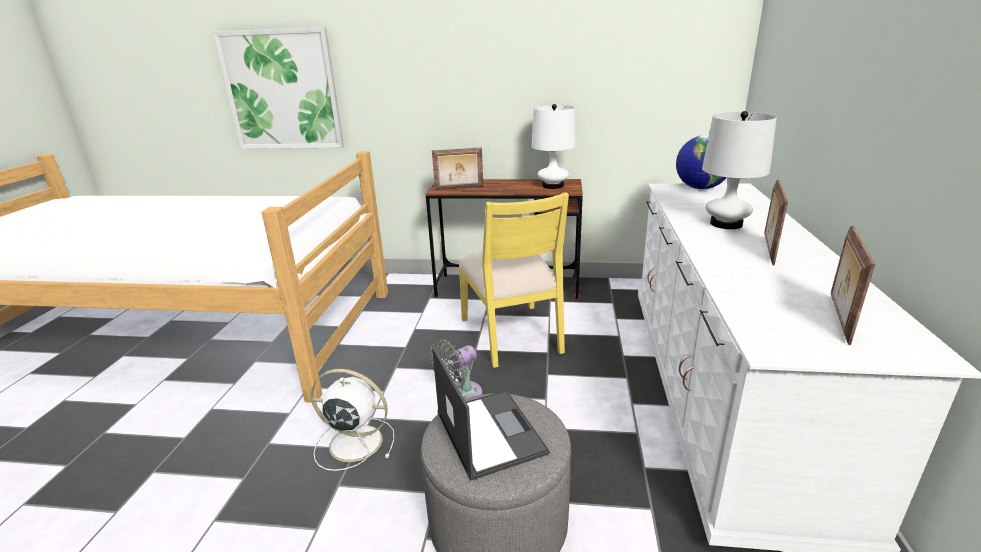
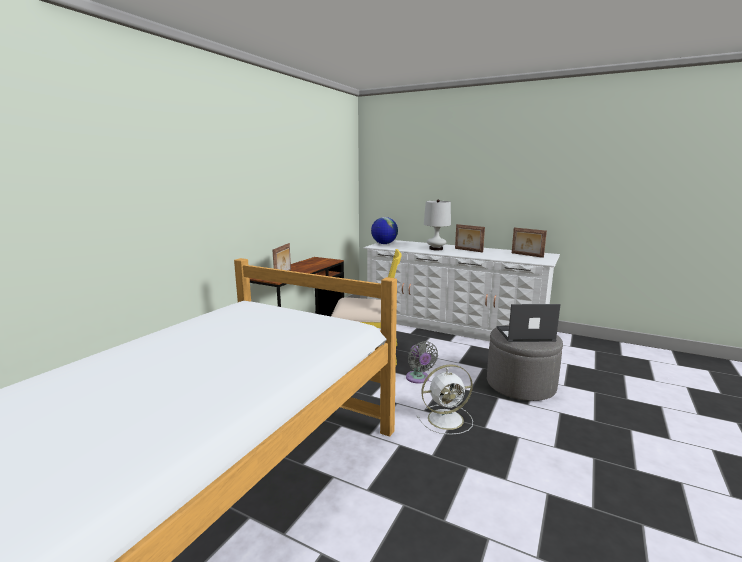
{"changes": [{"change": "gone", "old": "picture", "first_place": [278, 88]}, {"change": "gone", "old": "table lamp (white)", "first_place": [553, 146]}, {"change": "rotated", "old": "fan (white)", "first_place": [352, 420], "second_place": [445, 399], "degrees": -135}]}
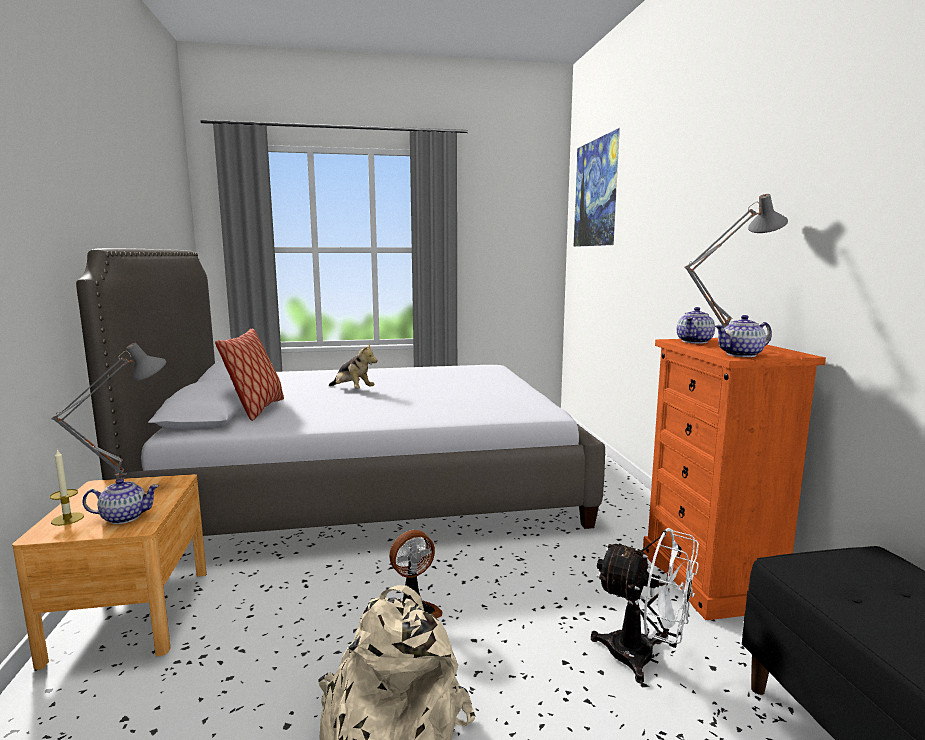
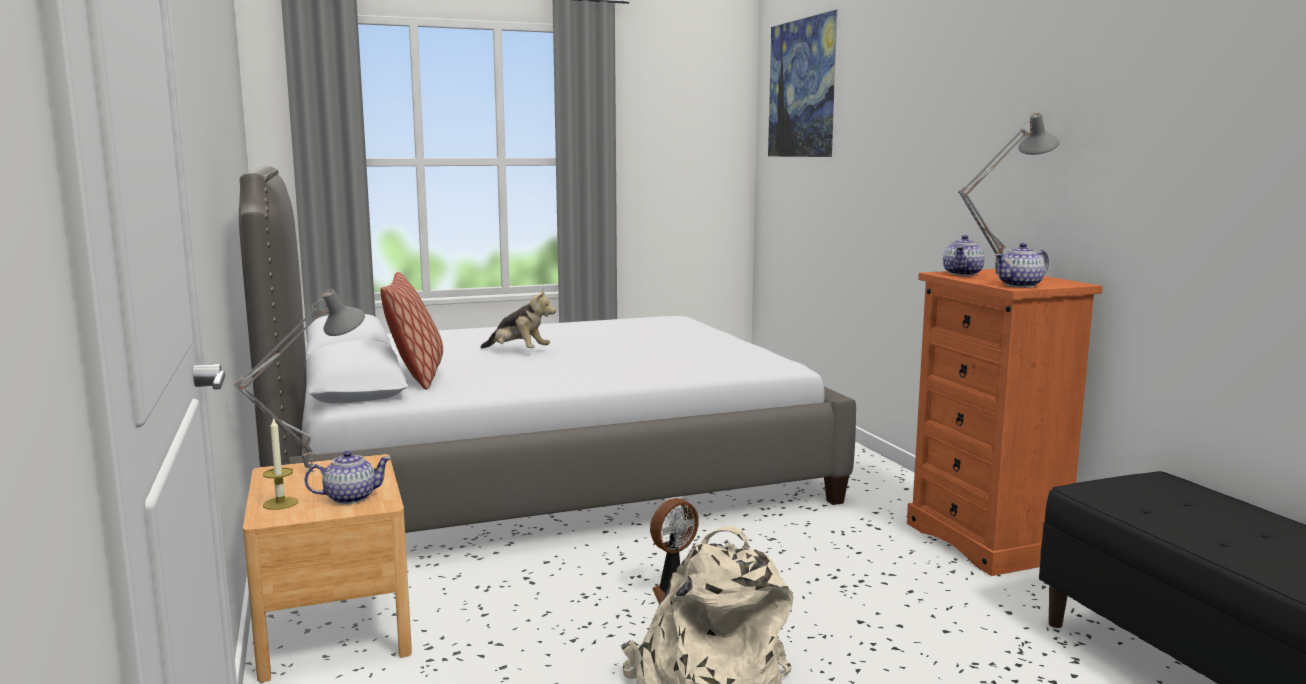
{"changes": [{"change": "gone", "old": "fan (white)", "first_place": [645, 605]}]}
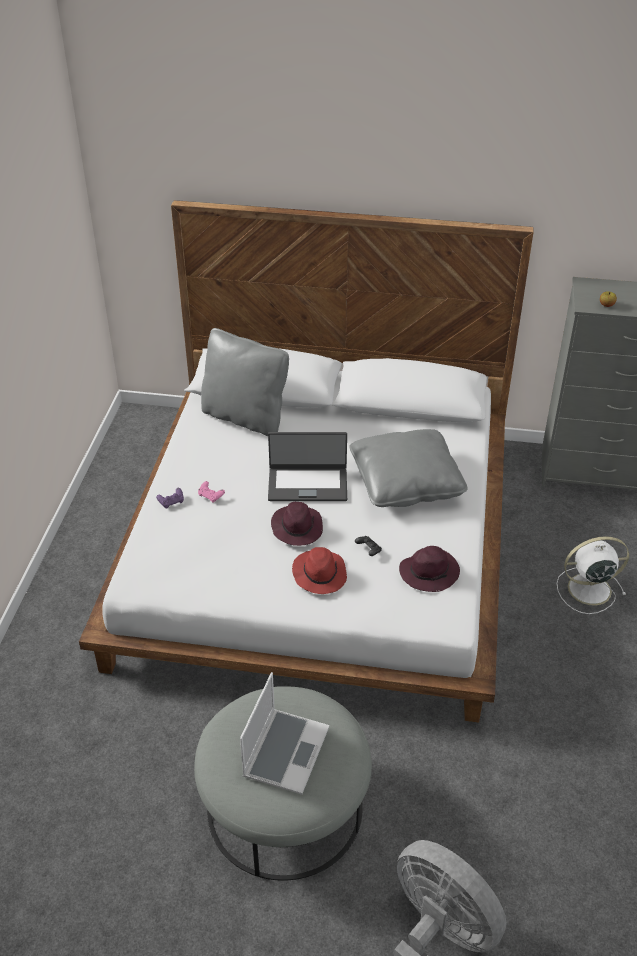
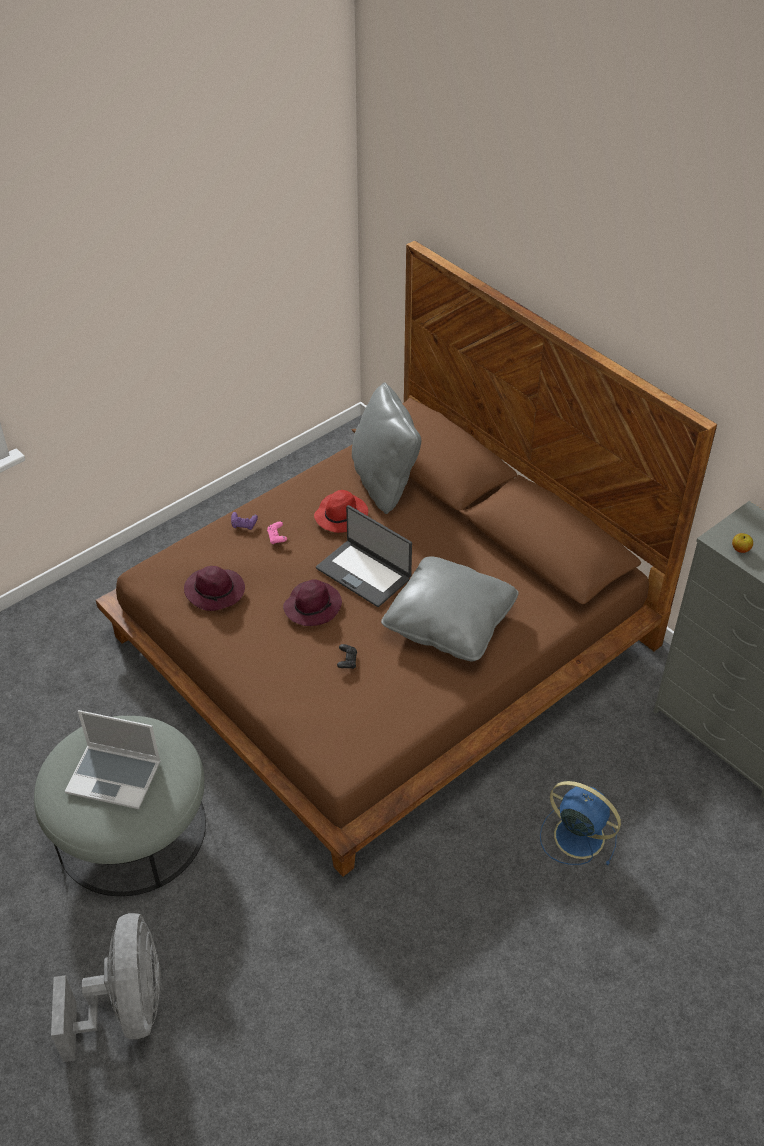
{"changes": [{"change": "shifted", "old": "hat (red)", "first_place": [319, 570], "second_place": [341, 511]}, {"change": "shifted", "old": "hat (purple)", "first_place": [429, 569], "second_place": [214, 588]}, {"change": "repainted", "old": "bed (white)", "new": "bed (brown)", "first_place": [306, 461], "second_place": [406, 558]}, {"change": "repainted", "old": "fan (white)", "new": "fan (blue)", "first_place": [592, 575], "second_place": [580, 823]}, {"change": "rotated", "old": "laptop", "first_place": [284, 733], "second_place": [113, 759], "degrees": 45}]}
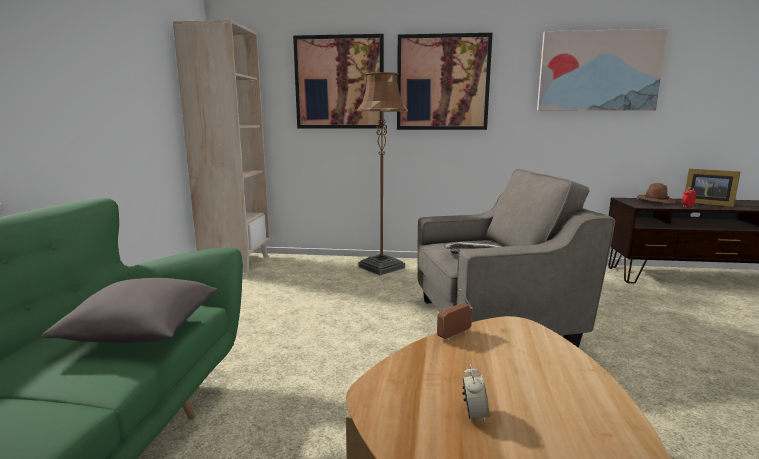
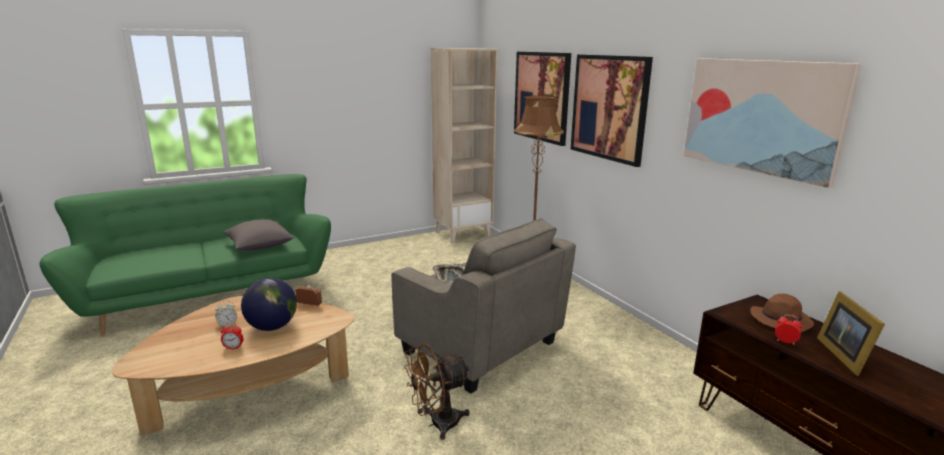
{"changes": [{"change": "new", "new": "alarm clock", "second_place": [232, 336]}, {"change": "new", "new": "globe", "second_place": [269, 304]}, {"change": "new", "new": "fan (brown)", "second_place": [437, 391]}]}
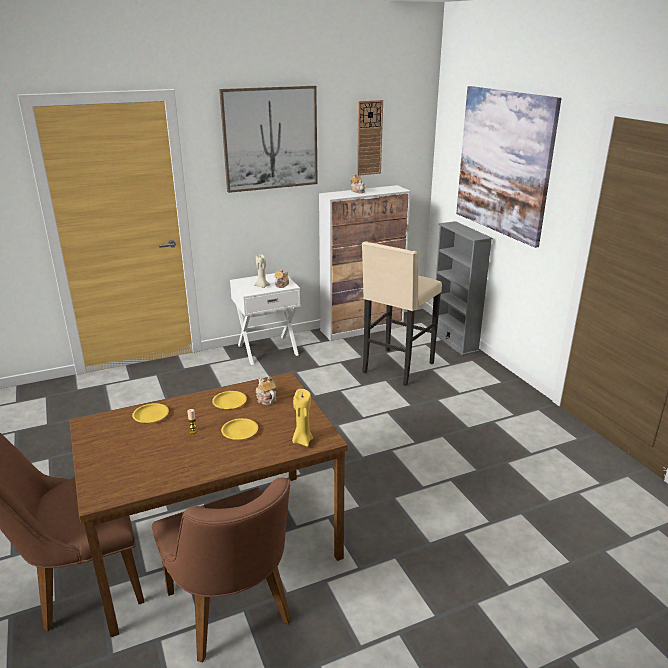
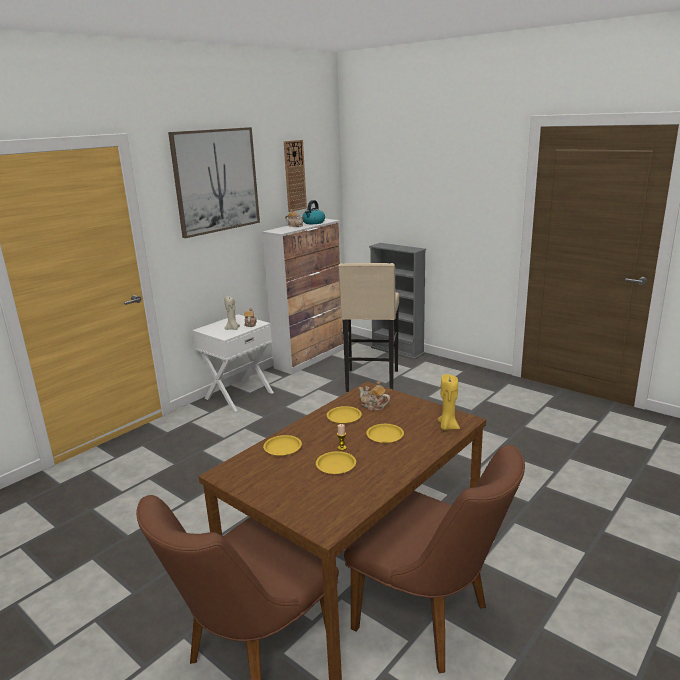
{"changes": [{"change": "gone", "old": "picture", "first_place": [509, 167]}, {"change": "new", "new": "kettle", "second_place": [313, 212]}, {"change": "new", "new": "plate (yellow)", "second_place": [336, 462]}]}
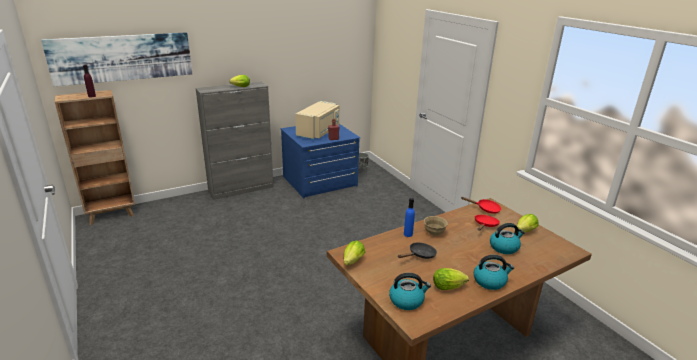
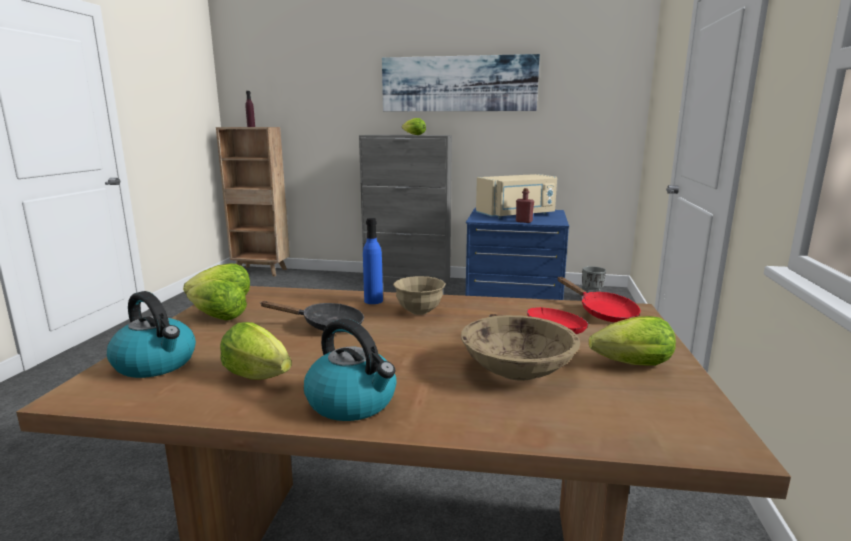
{"changes": [{"change": "new", "new": "lettuce", "second_place": [217, 299]}, {"change": "shifted", "old": "picture", "first_place": [116, 59], "second_place": [461, 82]}, {"change": "swapped", "old": "kettle", "new": "bowl (beige)", "first_place": [507, 238], "second_place": [520, 348]}]}
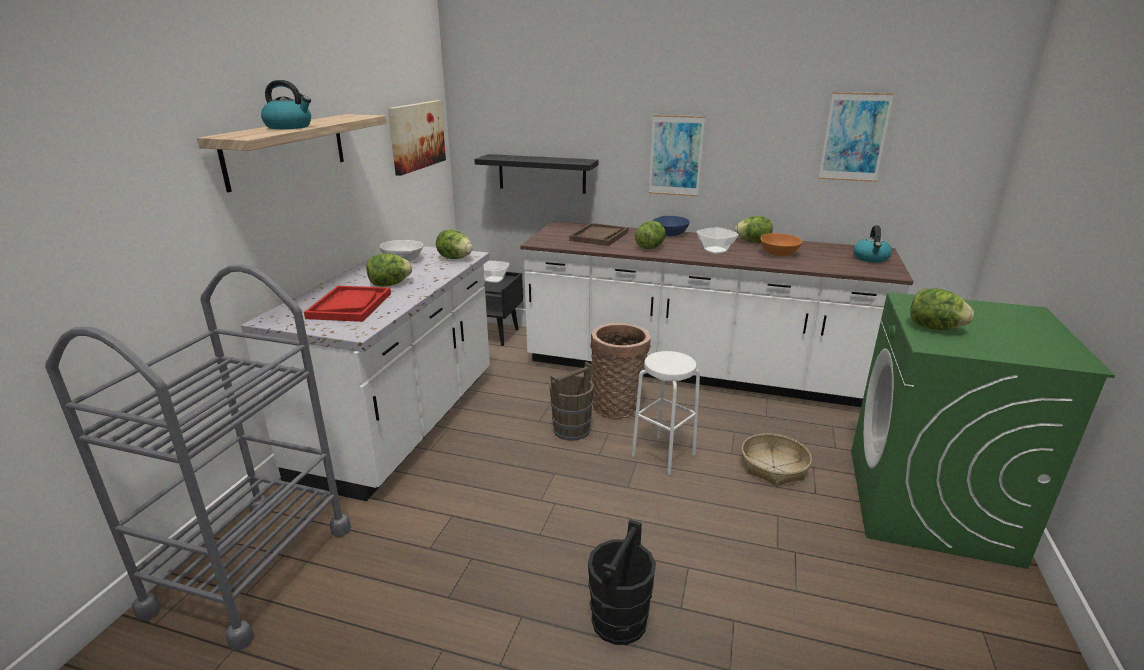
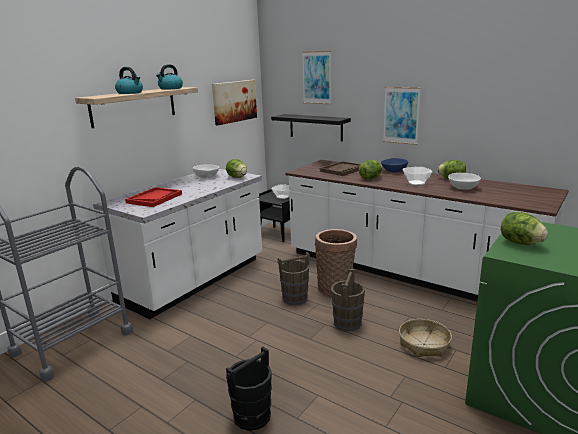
{"changes": [{"change": "gone", "old": "lettuce", "first_place": [389, 270]}, {"change": "shifted", "old": "picture", "first_place": [856, 137], "second_place": [316, 77]}, {"change": "shifted", "old": "kettle", "first_place": [872, 244], "second_place": [169, 77]}, {"change": "swapped", "old": "stool (white)", "new": "bucket (brown)", "first_place": [666, 413], "second_place": [348, 300]}, {"change": "repainted", "old": "bowl (orange)", "new": "bowl (white)", "first_place": [781, 244], "second_place": [464, 181]}]}
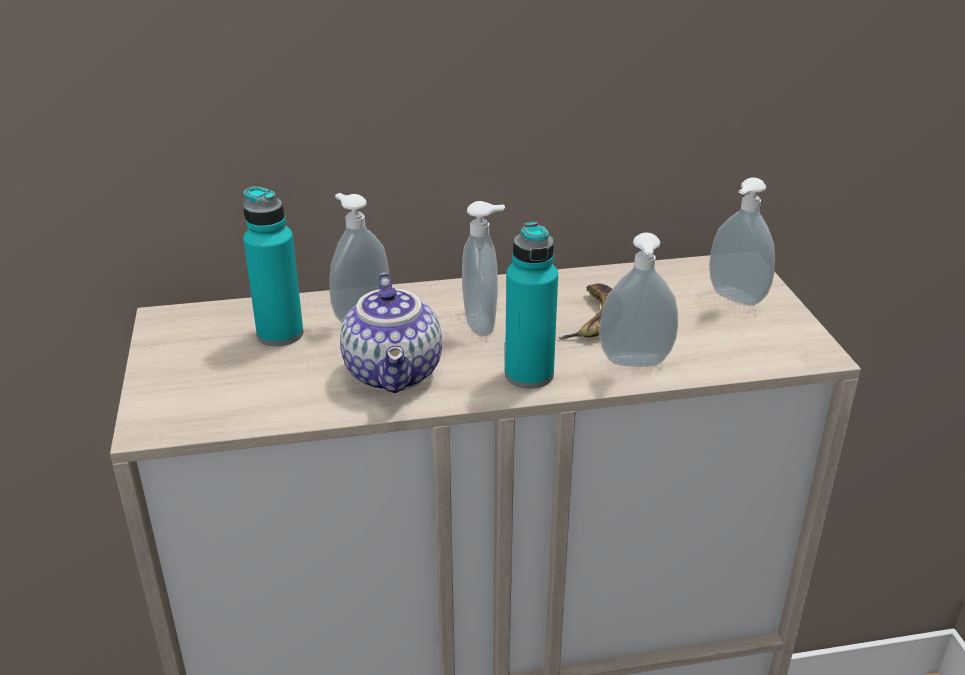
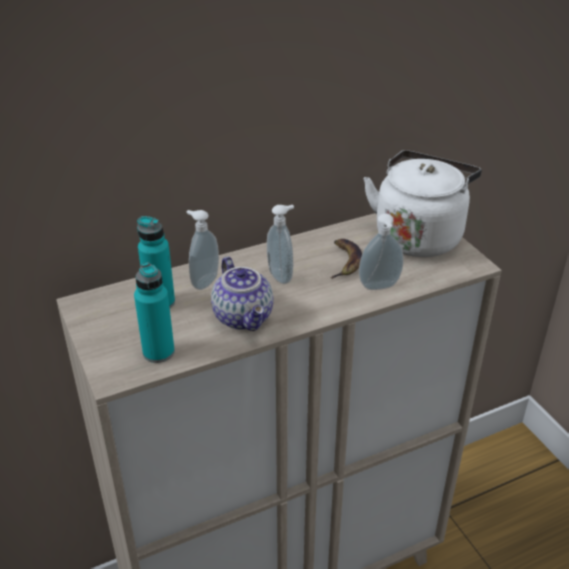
{"changes": [{"change": "shifted", "old": "bottle (turquoise)", "first_place": [531, 305], "second_place": [154, 312]}, {"change": "swapped", "old": "soap dispenser", "new": "kettle (white)", "first_place": [742, 242], "second_place": [422, 203]}]}
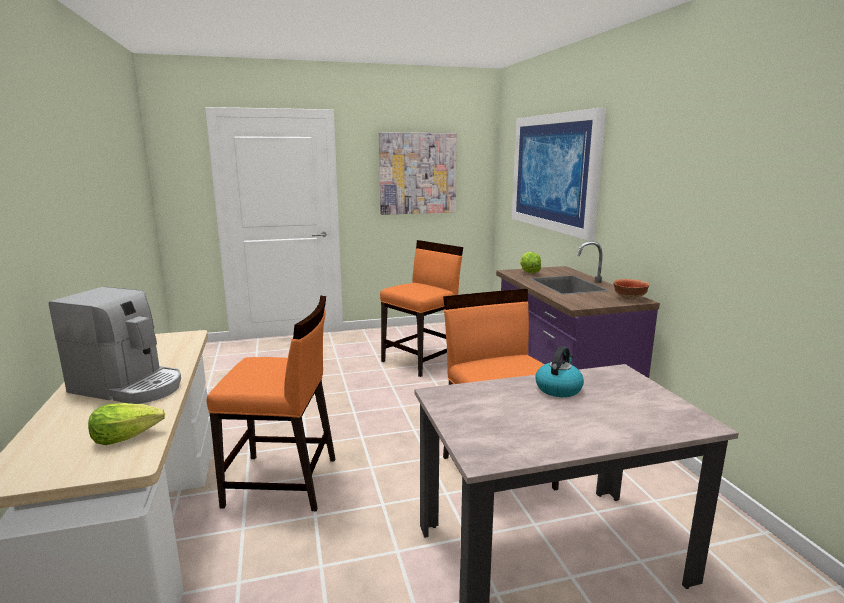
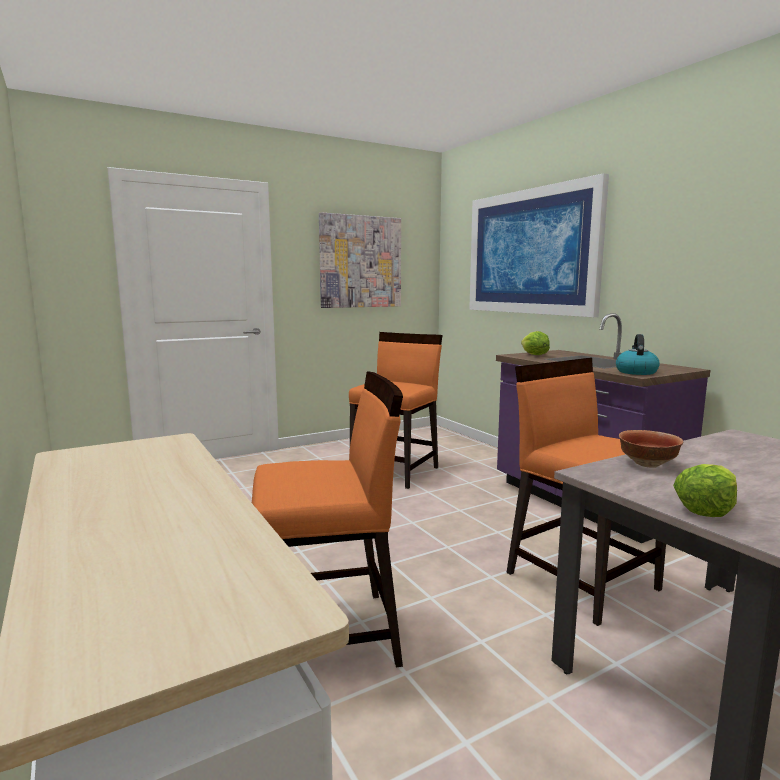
{"changes": [{"change": "gone", "old": "coffee machine", "first_place": [115, 345]}, {"change": "shifted", "old": "lettuce", "first_place": [126, 424], "second_place": [705, 490]}, {"change": "shifted", "old": "kettle", "first_place": [560, 371], "second_place": [638, 354]}, {"change": "shifted", "old": "bowl", "first_place": [631, 289], "second_place": [651, 449]}]}
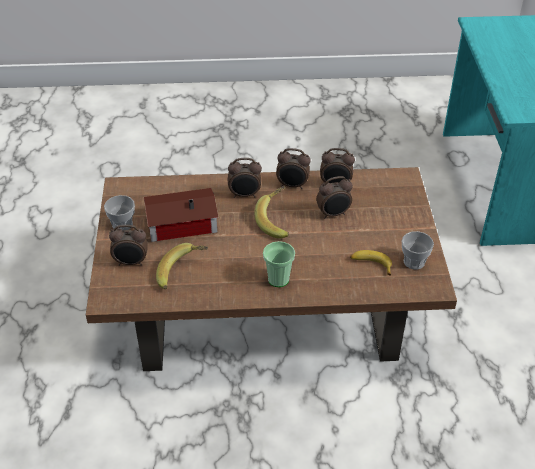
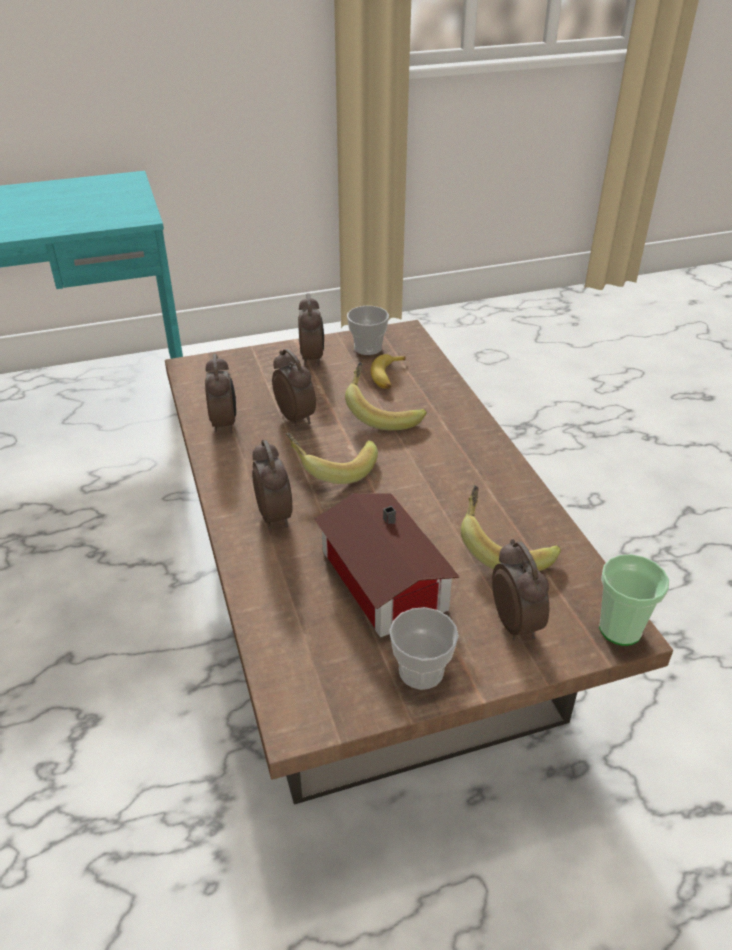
{"changes": [{"change": "new", "new": "banana", "second_place": [386, 396]}, {"change": "shifted", "old": "cup", "first_place": [279, 264], "second_place": [634, 600]}, {"change": "shifted", "old": "alarm clock", "first_place": [293, 168], "second_place": [311, 329]}]}
